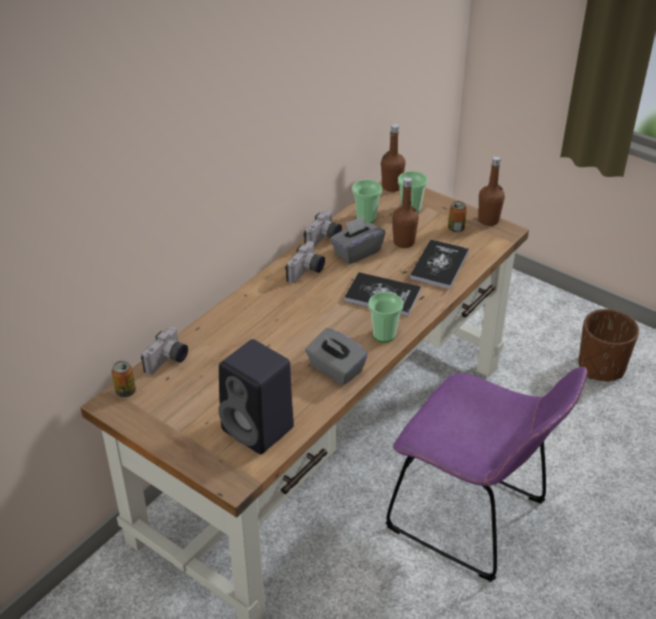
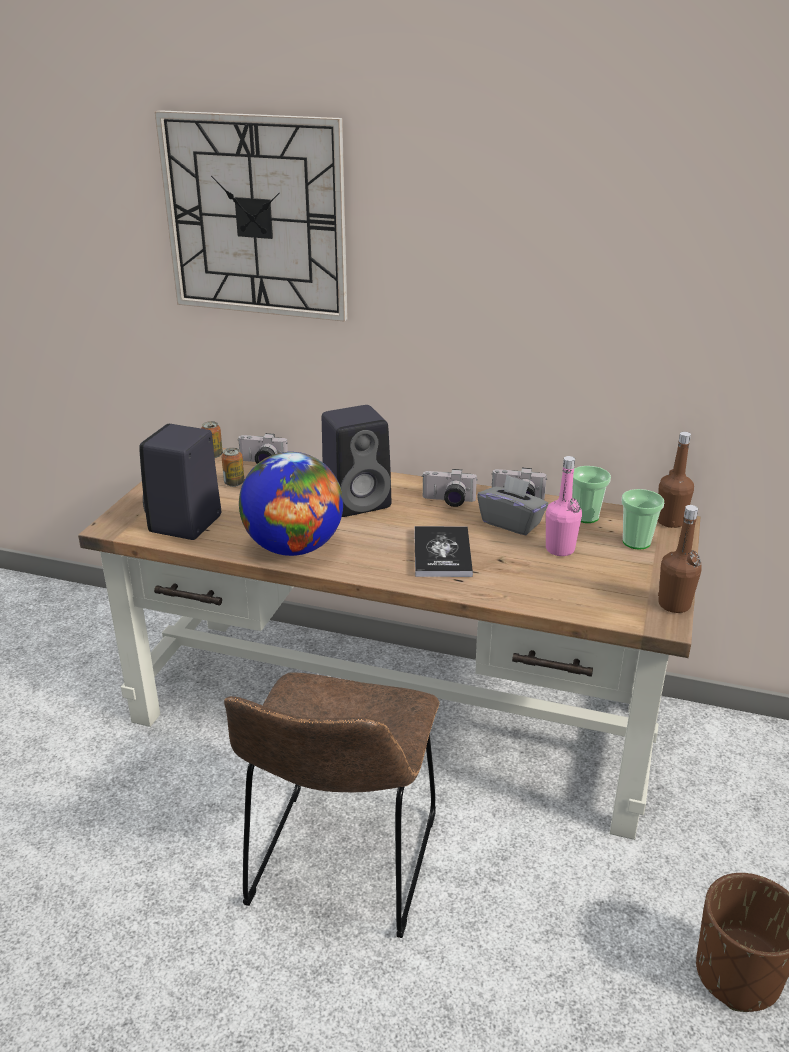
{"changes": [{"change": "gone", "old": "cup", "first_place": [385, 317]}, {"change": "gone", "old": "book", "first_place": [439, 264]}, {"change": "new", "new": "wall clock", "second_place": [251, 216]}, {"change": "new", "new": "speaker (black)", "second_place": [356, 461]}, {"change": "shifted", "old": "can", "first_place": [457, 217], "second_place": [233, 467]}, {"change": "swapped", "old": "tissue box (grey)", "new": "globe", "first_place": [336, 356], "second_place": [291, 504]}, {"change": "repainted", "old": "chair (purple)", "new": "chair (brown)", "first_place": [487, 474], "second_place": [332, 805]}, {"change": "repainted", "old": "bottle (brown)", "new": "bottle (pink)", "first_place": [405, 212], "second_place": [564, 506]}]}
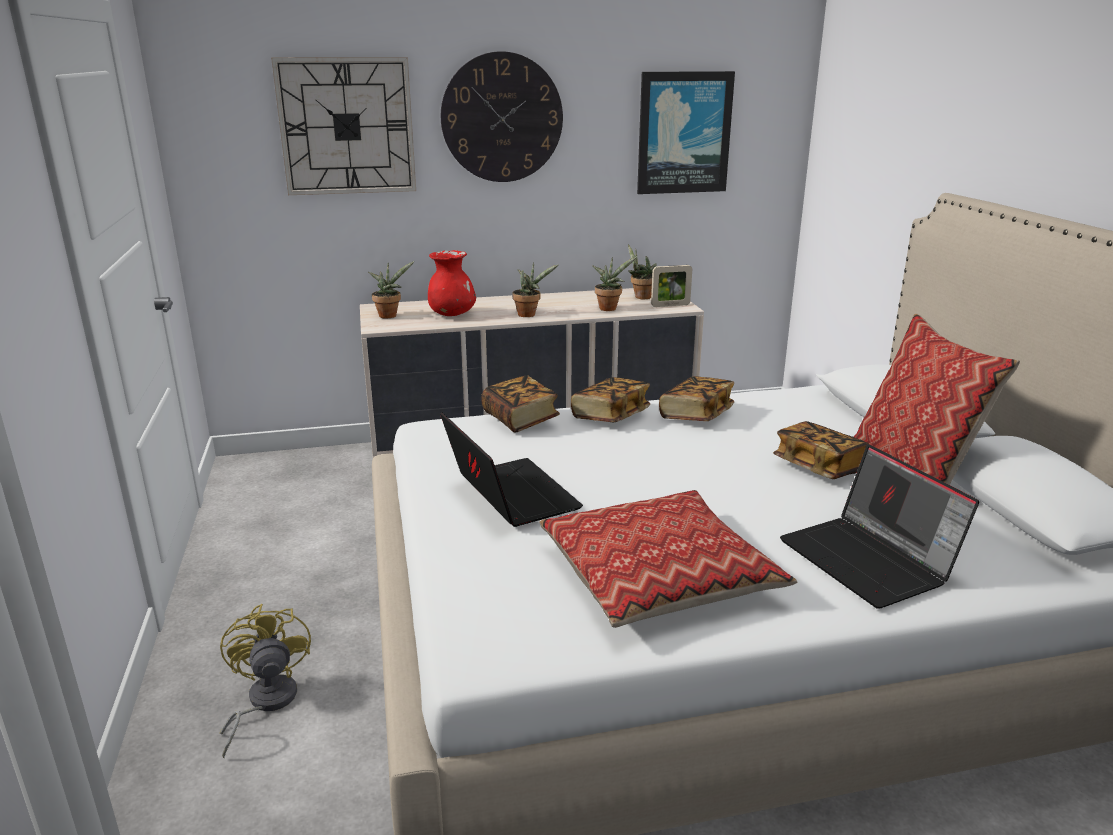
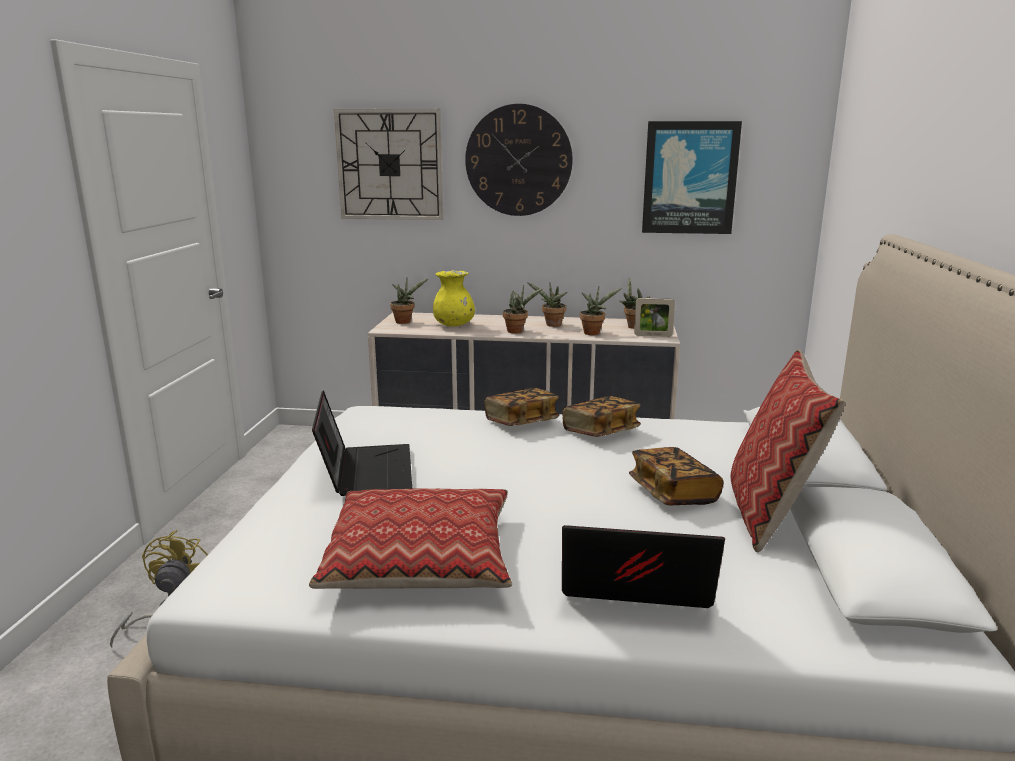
{"changes": [{"change": "gone", "old": "book", "first_place": [520, 403]}, {"change": "new", "new": "potted plant", "second_place": [547, 304]}, {"change": "repainted", "old": "vase (red)", "new": "vase (yellow)", "first_place": [452, 283], "second_place": [454, 298]}, {"change": "rotated", "old": "laptop", "first_place": [879, 526], "second_place": [643, 566], "degrees": 105}]}
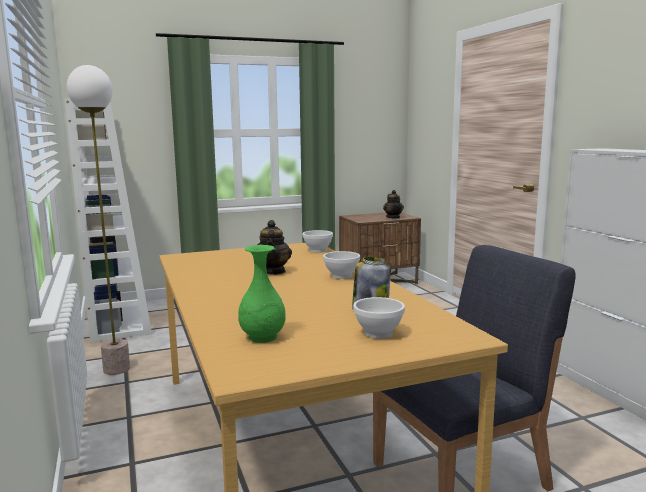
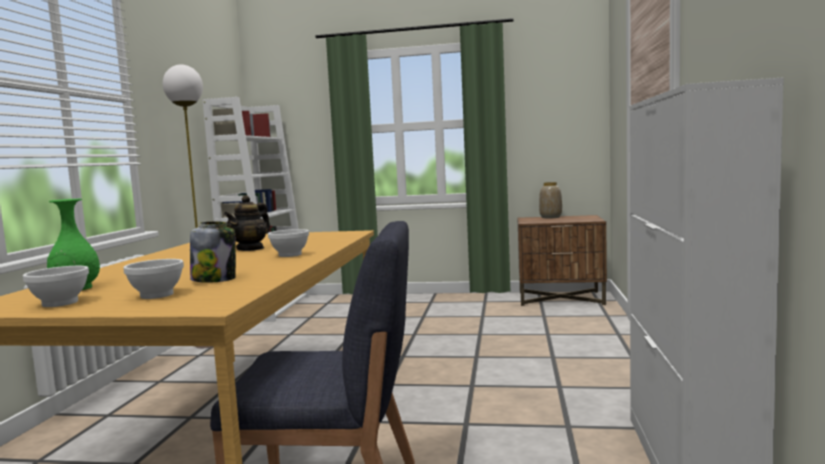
{"changes": [{"change": "gone", "old": "teapot", "first_place": [393, 204]}, {"change": "new", "new": "vase", "second_place": [550, 200]}, {"change": "shifted", "old": "bowl (white)", "first_place": [317, 241], "second_place": [56, 286]}]}
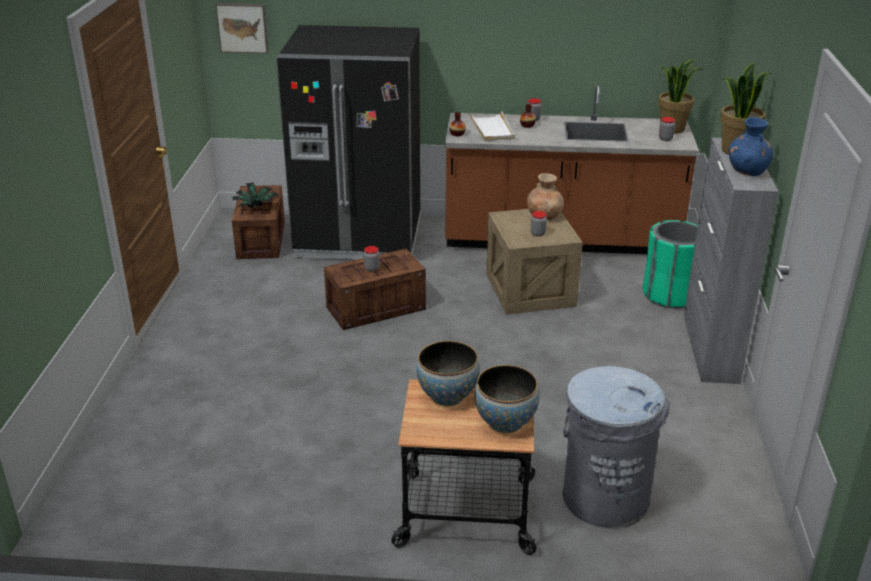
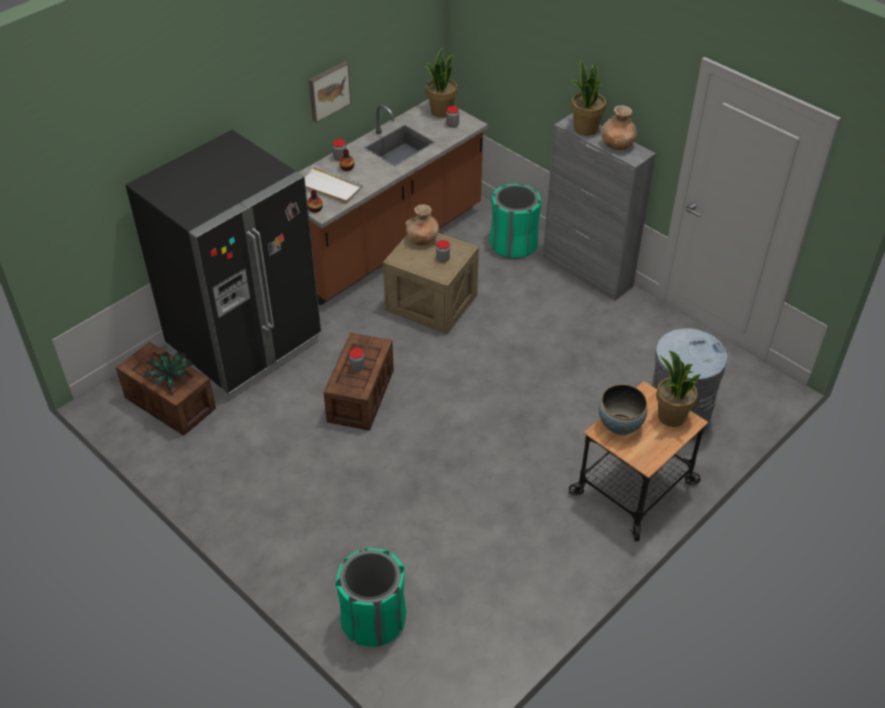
{"changes": [{"change": "new", "new": "trash can (green)", "second_place": [371, 597]}, {"change": "shifted", "old": "picture", "first_place": [241, 28], "second_place": [330, 92]}, {"change": "swapped", "old": "bowl", "new": "potted plant", "first_place": [506, 399], "second_place": [678, 389]}, {"change": "repainted", "old": "vase (blue)", "new": "vase (brown)", "first_place": [751, 146], "second_place": [619, 127]}]}
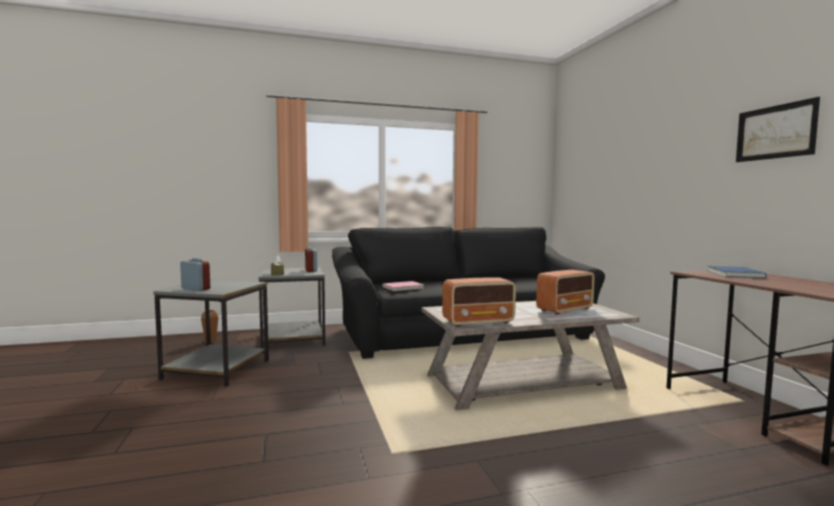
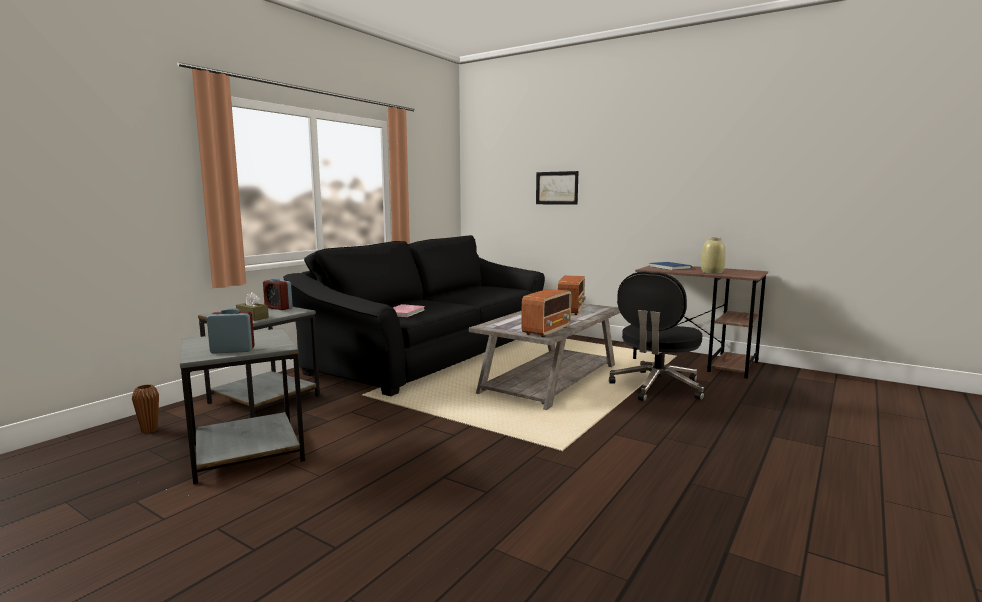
{"changes": [{"change": "new", "new": "office chair (black)", "second_place": [656, 337]}, {"change": "new", "new": "vase (beige)", "second_place": [713, 255]}, {"change": "shifted", "old": "picture", "first_place": [778, 129], "second_place": [557, 188]}]}
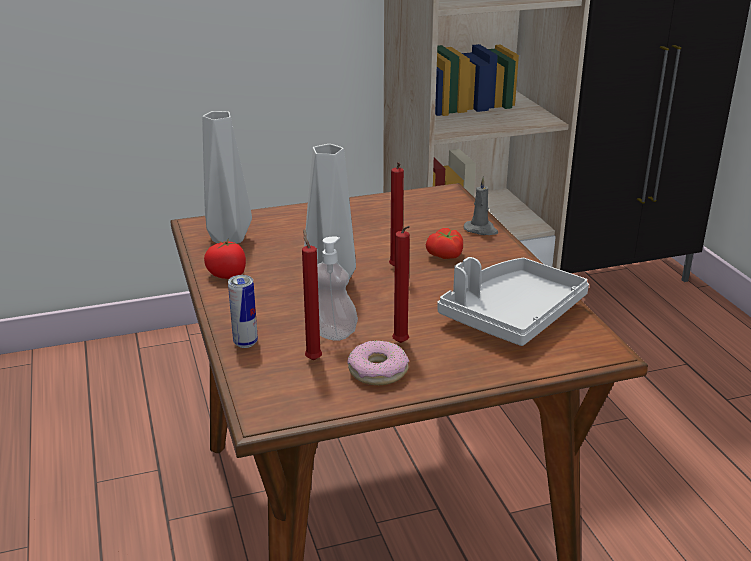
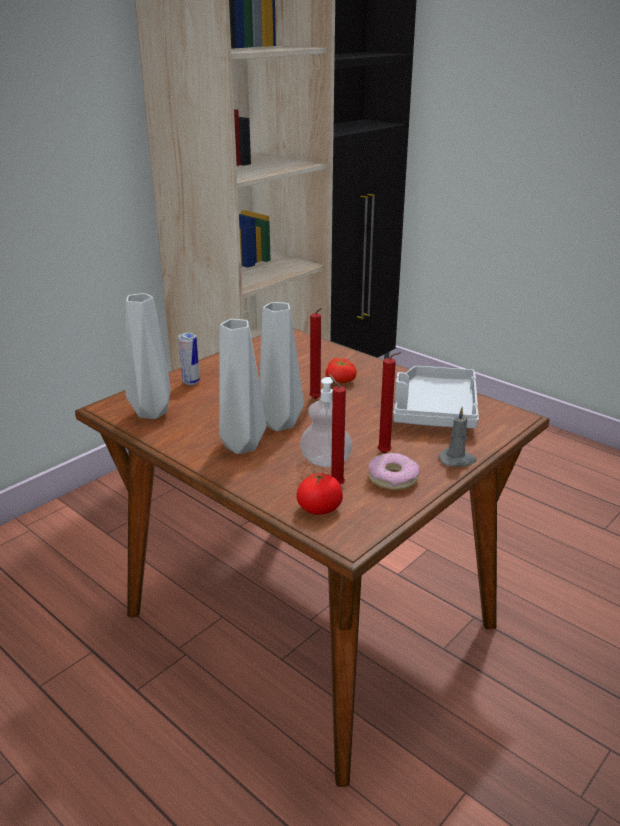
{"changes": [{"change": "new", "new": "vase (grey)", "second_place": [242, 386]}, {"change": "shifted", "old": "tomato", "first_place": [225, 258], "second_place": [319, 493]}, {"change": "shifted", "old": "can", "first_place": [243, 311], "second_place": [189, 358]}, {"change": "shifted", "old": "candle (grey)", "first_place": [481, 206], "second_place": [458, 437]}]}
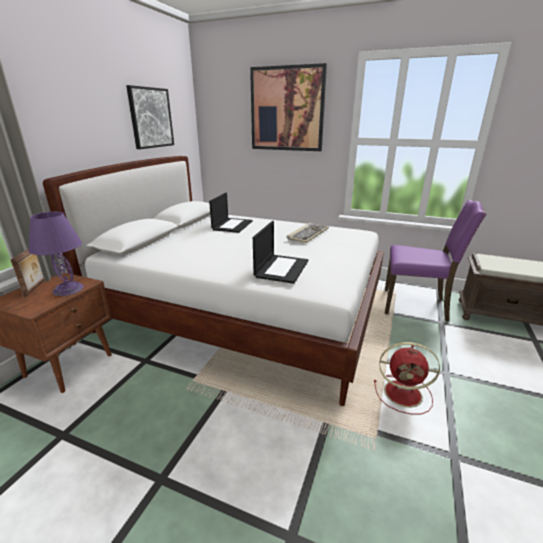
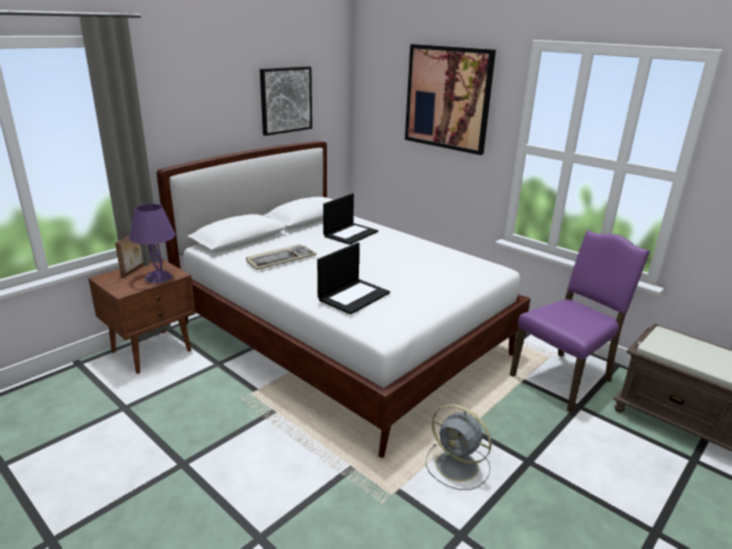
{"changes": [{"change": "shifted", "old": "keyboard", "first_place": [308, 233], "second_place": [281, 257]}, {"change": "repainted", "old": "fan (red)", "new": "fan (grey)", "first_place": [407, 378], "second_place": [458, 447]}, {"change": "rotated", "old": "chair (purple)", "first_place": [436, 260], "second_place": [580, 321], "degrees": -75}]}
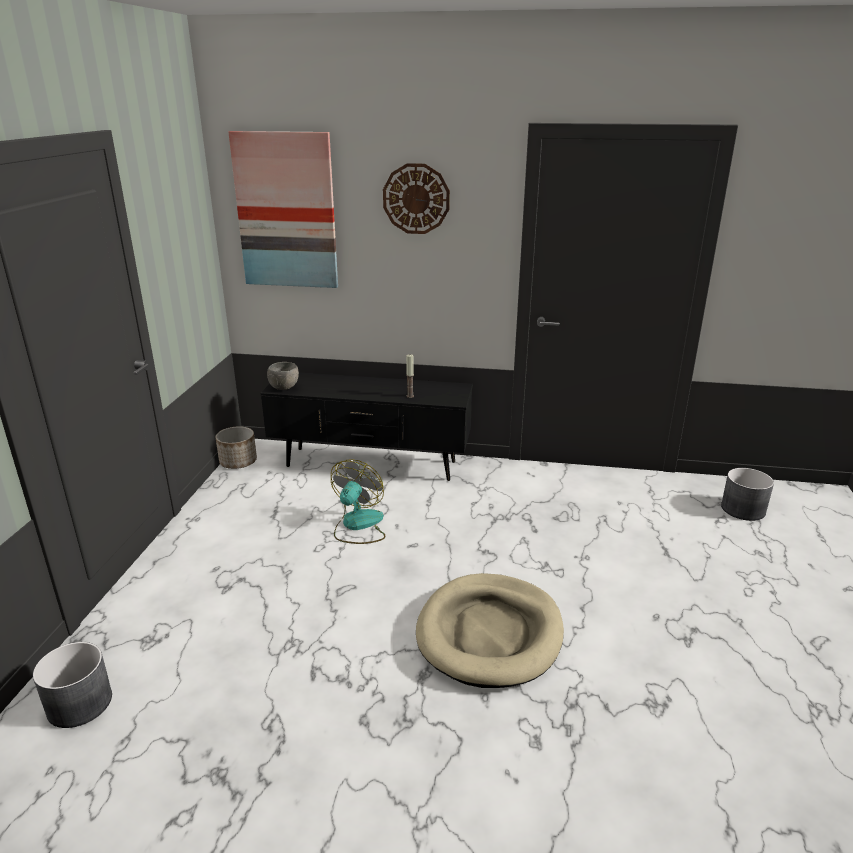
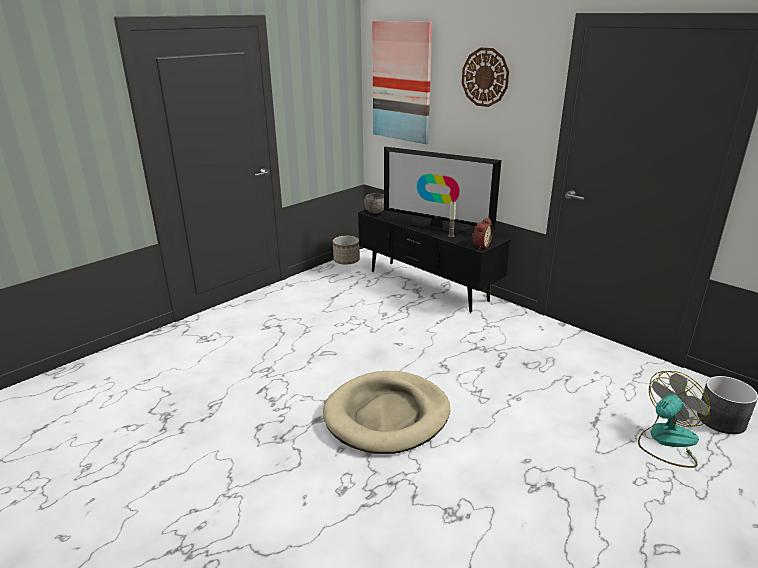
{"changes": [{"change": "gone", "old": "planter (grey)", "first_place": [72, 685]}, {"change": "new", "new": "television", "second_place": [442, 190]}, {"change": "new", "new": "alarm clock", "second_place": [482, 234]}, {"change": "shifted", "old": "fan", "first_place": [358, 501], "second_place": [674, 419]}]}
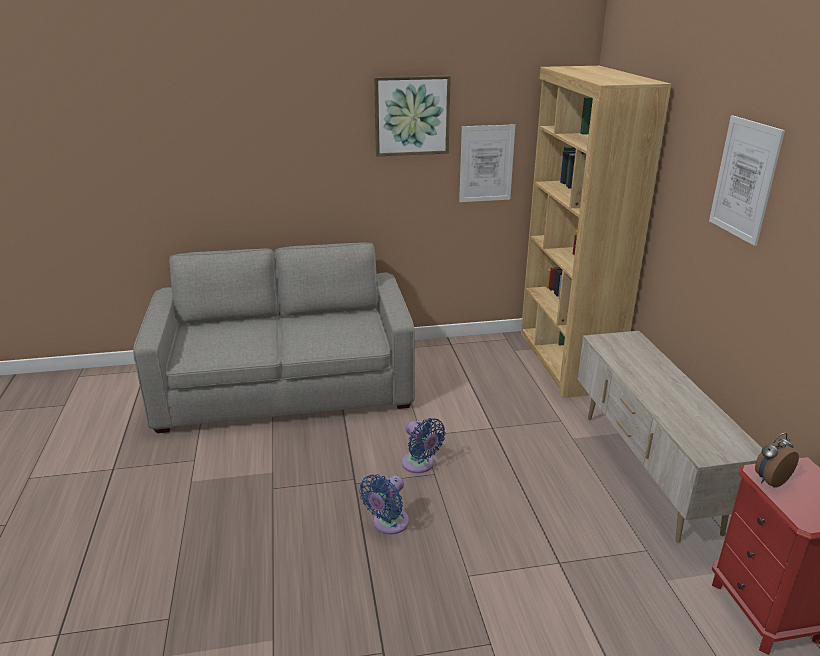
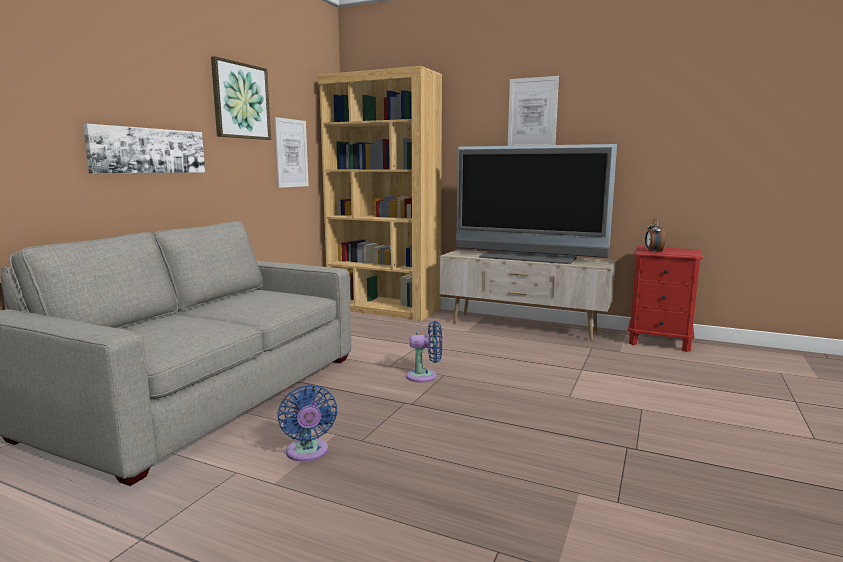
{"changes": [{"change": "new", "new": "picture", "second_place": [144, 149]}, {"change": "new", "new": "television", "second_place": [536, 204]}, {"change": "shifted", "old": "fan (blue)", "first_place": [384, 504], "second_place": [307, 423]}]}
